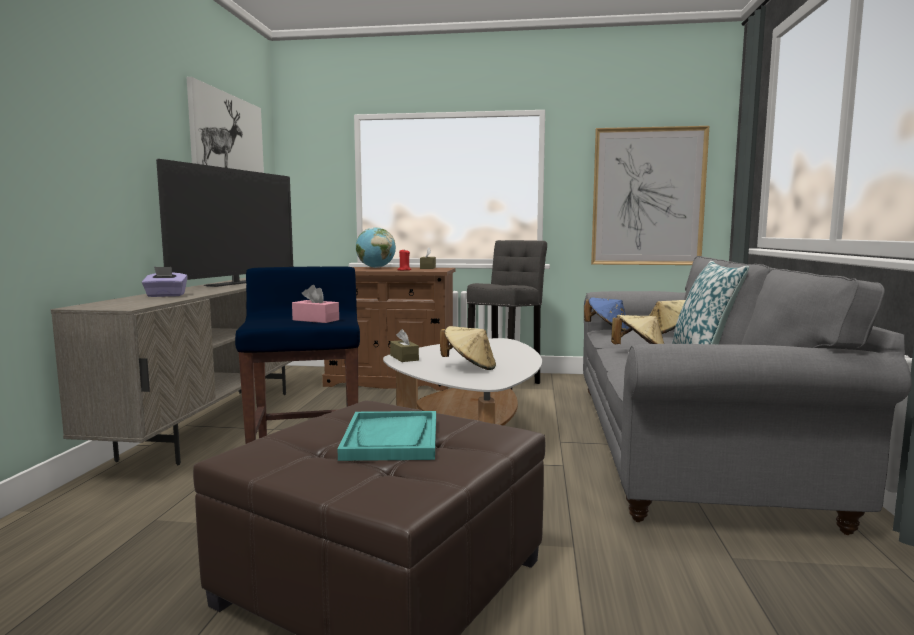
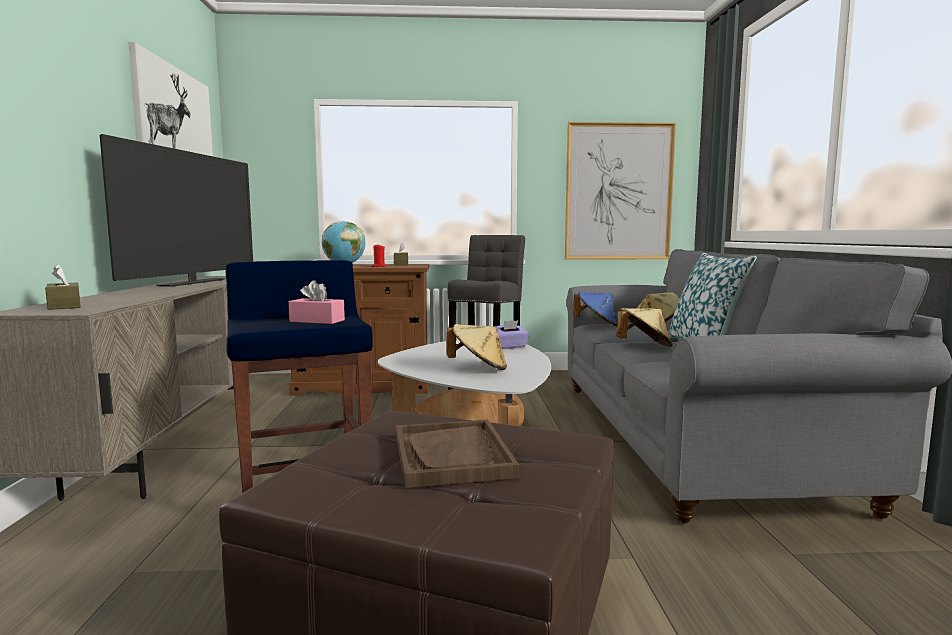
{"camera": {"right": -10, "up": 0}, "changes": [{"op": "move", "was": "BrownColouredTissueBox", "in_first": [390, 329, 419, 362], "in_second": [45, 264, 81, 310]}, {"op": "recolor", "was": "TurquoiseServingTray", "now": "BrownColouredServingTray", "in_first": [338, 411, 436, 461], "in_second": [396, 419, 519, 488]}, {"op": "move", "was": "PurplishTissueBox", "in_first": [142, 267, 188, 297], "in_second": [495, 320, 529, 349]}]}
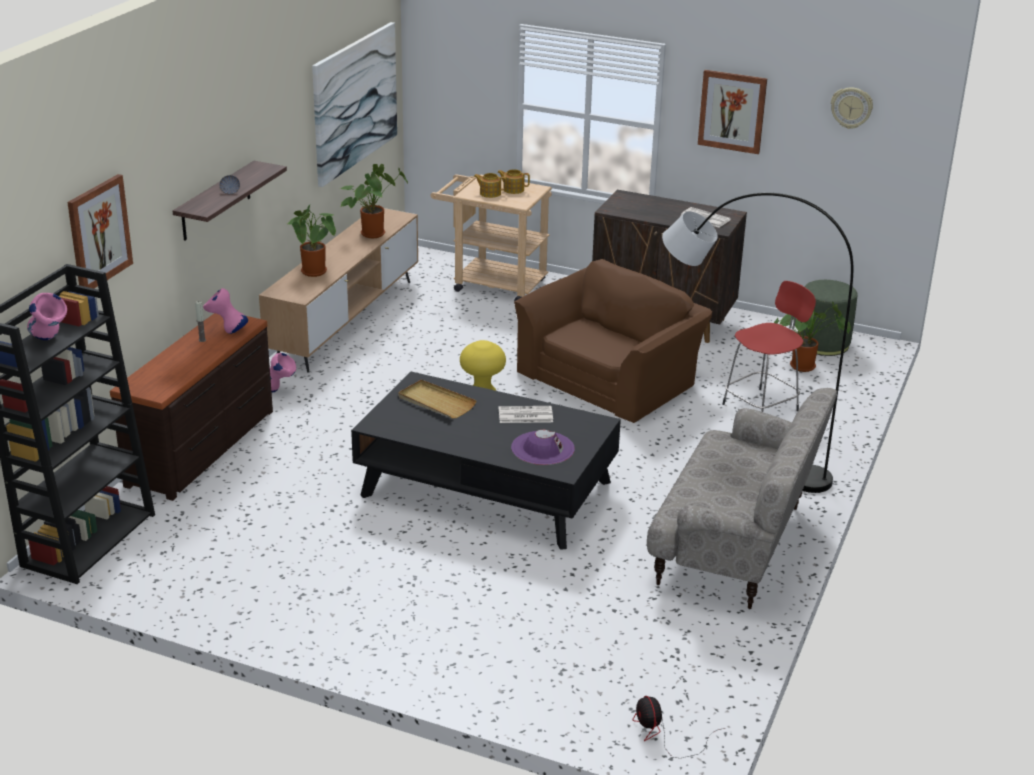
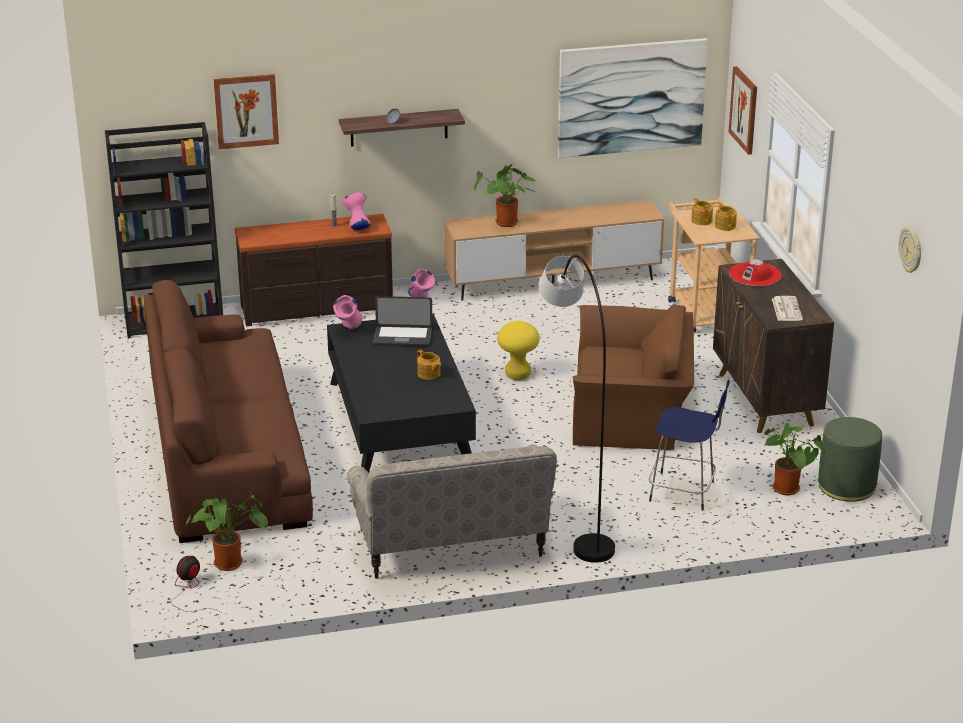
{"camera": {"right": 55, "up": 0}, "changes": [{"op": "insert", "now": "BrownColouredCouch", "in_second": [144, 280, 313, 543]}, {"op": "move", "was": "PottedPlant", "in_first": [340, 164, 408, 238], "in_second": [186, 492, 268, 571]}, {"op": "move", "was": "PinkishVase", "in_first": [27, 293, 67, 340], "in_second": [333, 295, 363, 329]}, {"op": "replace", "was": "BeigeColouredServingTray", "now": "Laptop", "in_first": [398, 380, 477, 419], "in_second": [373, 296, 433, 346]}, {"op": "replace", "was": "DailyPaper", "now": "TeaPot", "in_first": [499, 406, 553, 423], "in_second": [417, 350, 441, 380]}, {"op": "recolor", "was": "RedStool", "now": "BluishStool", "in_first": [722, 281, 816, 412], "in_second": [649, 380, 729, 511]}, {"op": "move", "was": "WallArt", "in_first": [698, 70, 767, 154], "in_second": [728, 66, 757, 155]}, {"op": "insert", "now": "RedHat", "in_second": [729, 259, 781, 286]}, {"op": "delete", "was": "PurplishHat", "in_first": [511, 430, 575, 465]}]}
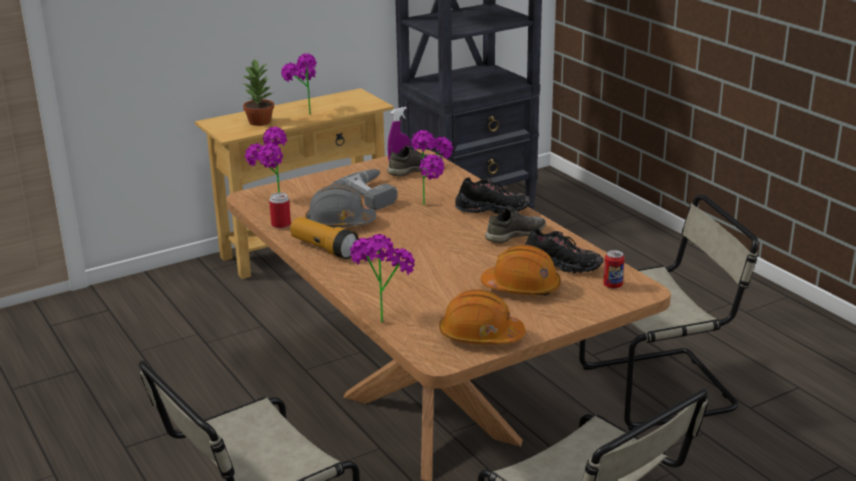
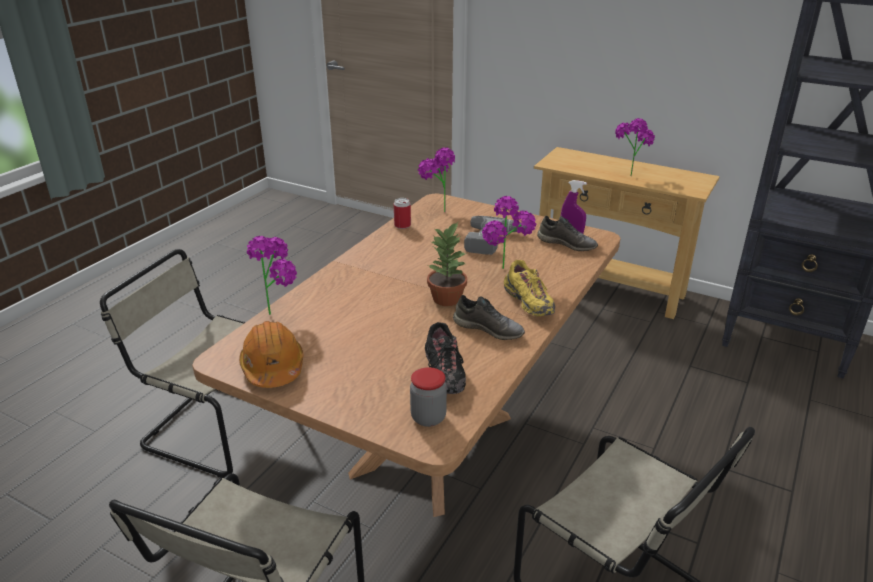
{"camera": {"right": 60, "up": 5}, "changes": [{"op": "replace", "was": "Can", "now": "PreserveJar", "in_first": [603, 250, 625, 289], "in_second": [410, 367, 447, 427]}, {"op": "move", "was": "PottedPlant", "in_first": [241, 59, 274, 126], "in_second": [427, 222, 467, 306]}, {"op": "recolor", "was": "BlackItemOfFootwear", "now": "YellowColouredItemOfFootwear", "in_first": [455, 178, 531, 214], "in_second": [504, 260, 555, 316]}, {"op": "delete", "was": "HandTorch", "in_first": [290, 217, 359, 259]}, {"op": "delete", "was": "GreySafetyHelmet", "in_first": [305, 184, 377, 227]}, {"op": "delete", "was": "OrangeySafetyHelmet", "in_first": [481, 245, 561, 296]}]}
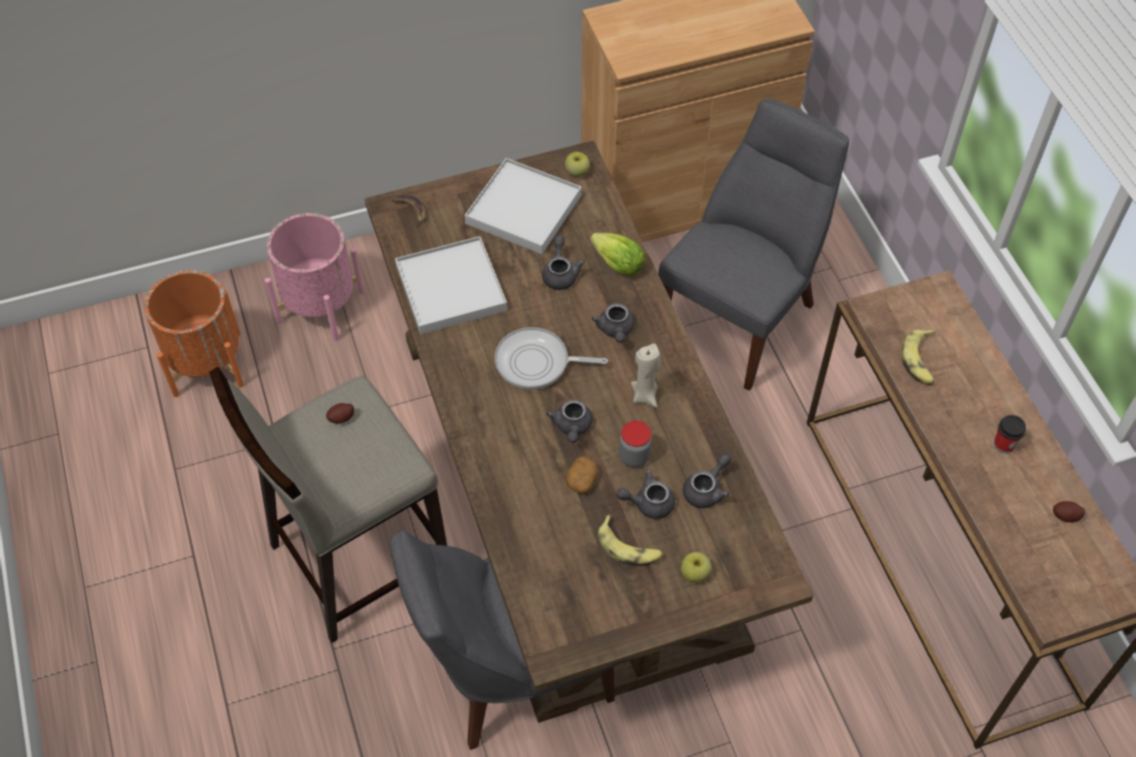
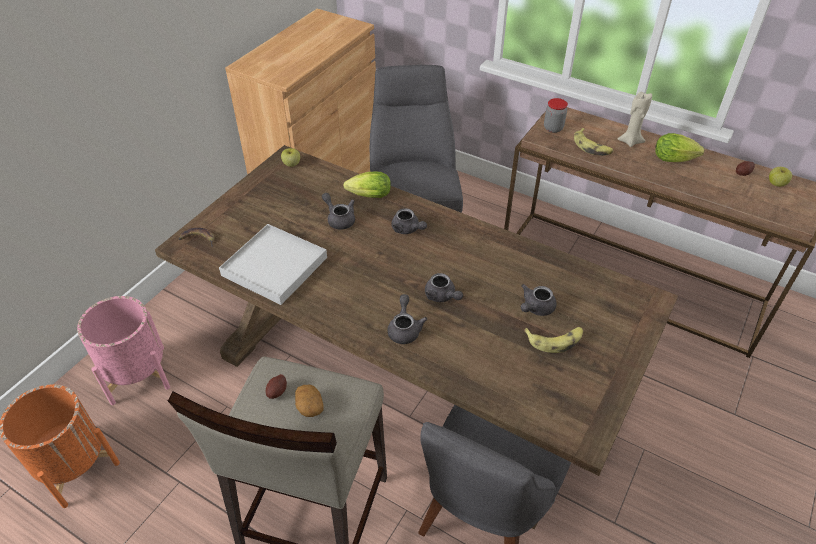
{"camera": {"right": -40, "up": -10}, "changes": [{"op": "move", "was": "Spud", "in_first": [567, 456, 597, 494], "in_second": [295, 385, 323, 417]}, {"op": "move", "was": "GreyTeaPot", "in_first": [683, 453, 731, 508], "in_second": [387, 294, 427, 344]}, {"op": "move", "was": "PreserveJar", "in_first": [619, 421, 652, 468], "in_second": [544, 98, 568, 133]}, {"op": "move", "was": "BeigeColouredCandle", "in_first": [631, 343, 661, 408], "in_second": [618, 91, 652, 147]}, {"op": "replace", "was": "Cup", "now": "LettuceHead", "in_first": [994, 415, 1026, 453], "in_second": [655, 133, 704, 162]}, {"op": "move", "was": "Apple", "in_first": [681, 552, 711, 582], "in_second": [769, 167, 792, 187]}, {"op": "delete", "was": "WhiteColouredServingTray", "in_first": [465, 158, 582, 254]}, {"op": "delete", "was": "FryingPan", "in_first": [495, 327, 608, 390]}]}
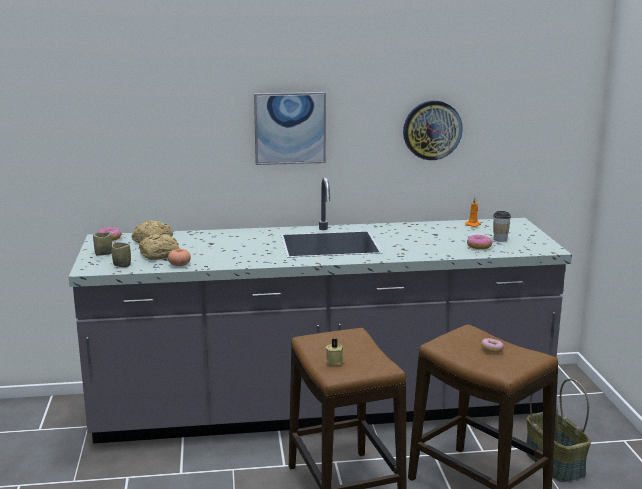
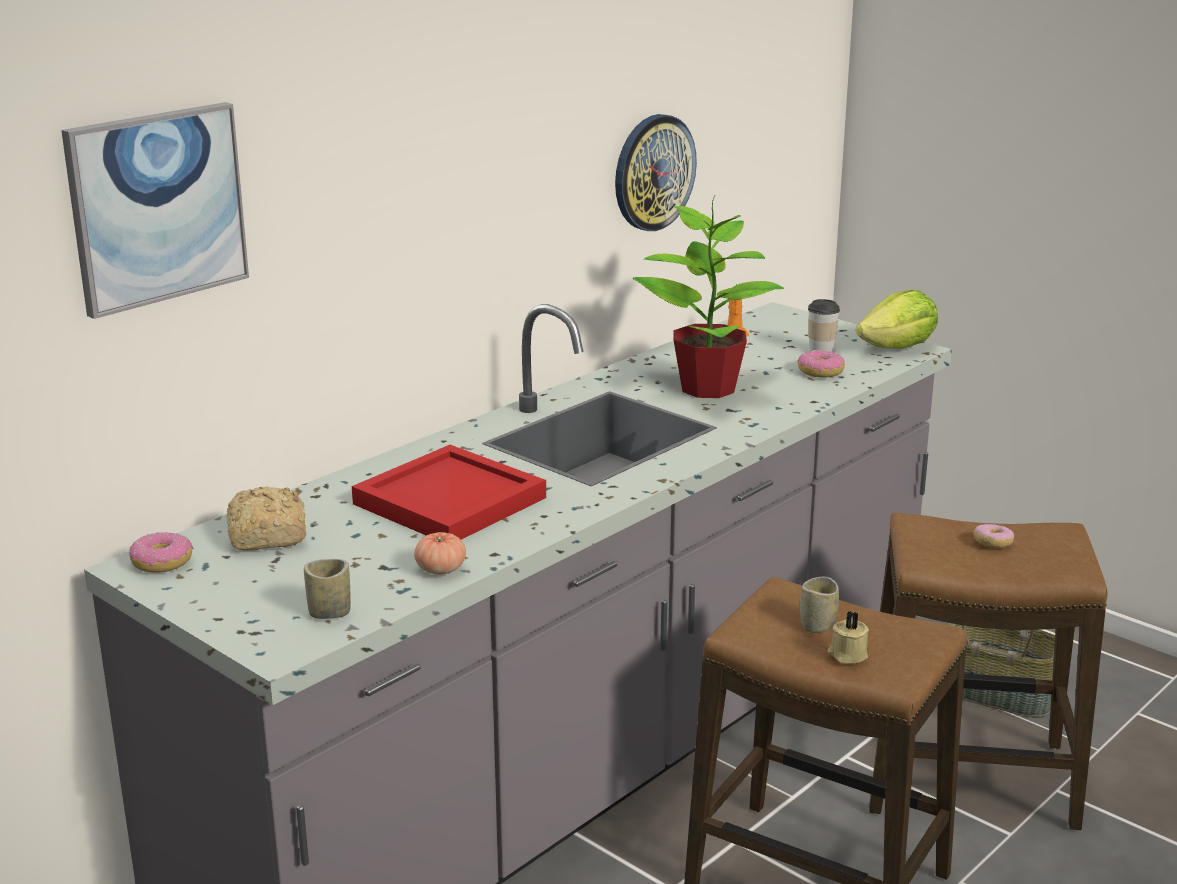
{"camera": {"right": -40, "up": 5}, "changes": [{"op": "move", "was": "WallArt", "in_first": [254, 92, 326, 165], "in_second": [61, 102, 249, 319]}, {"op": "insert", "now": "RedServingTray", "in_second": [352, 445, 546, 540]}, {"op": "insert", "now": "PottedPlant", "in_second": [633, 194, 784, 398]}, {"op": "move", "was": "Cup", "in_first": [93, 232, 112, 256], "in_second": [799, 577, 839, 633]}, {"op": "insert", "now": "LettuceHead", "in_second": [856, 290, 938, 349]}, {"op": "delete", "was": "BakeryBread", "in_first": [139, 233, 179, 260]}]}
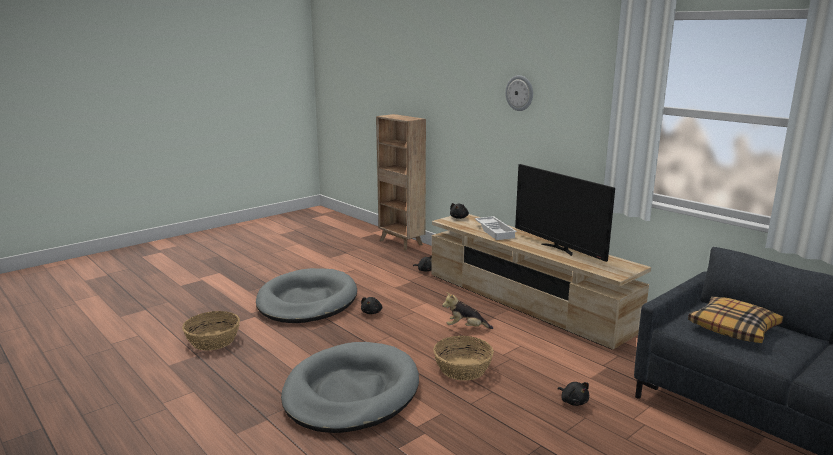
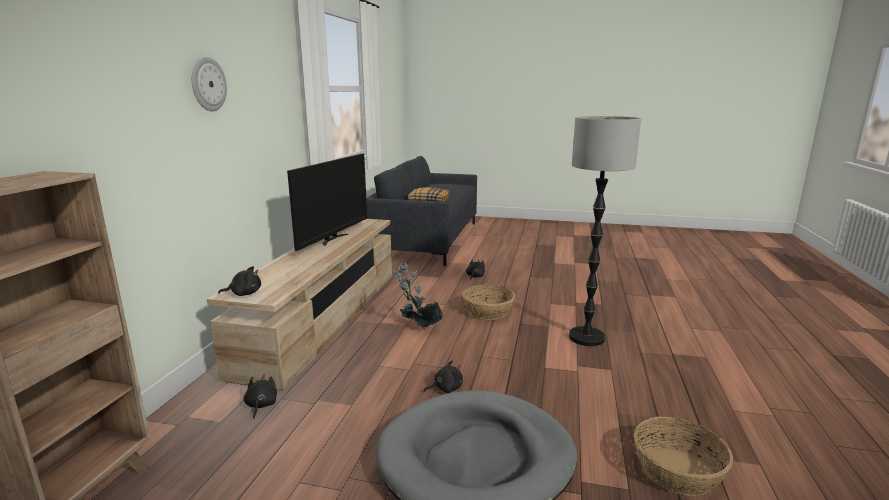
{"camera": {"right": -125, "up": 0}, "changes": [{"op": "replace", "was": "CuddlyToy", "now": "PottedPlant", "in_first": [442, 292, 493, 329], "in_second": [393, 262, 443, 327]}, {"op": "replace", "was": "GreyDogBed", "now": "FloorLamp", "in_first": [281, 342, 419, 433], "in_second": [569, 116, 641, 346]}, {"op": "delete", "was": "WhiteColouredServingTray", "in_first": [475, 216, 517, 240]}]}
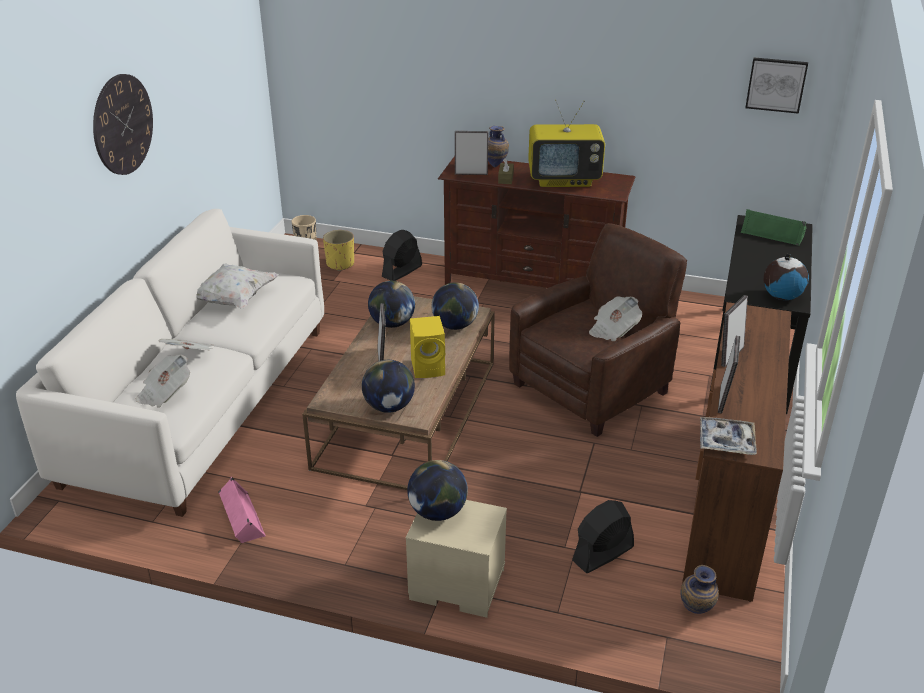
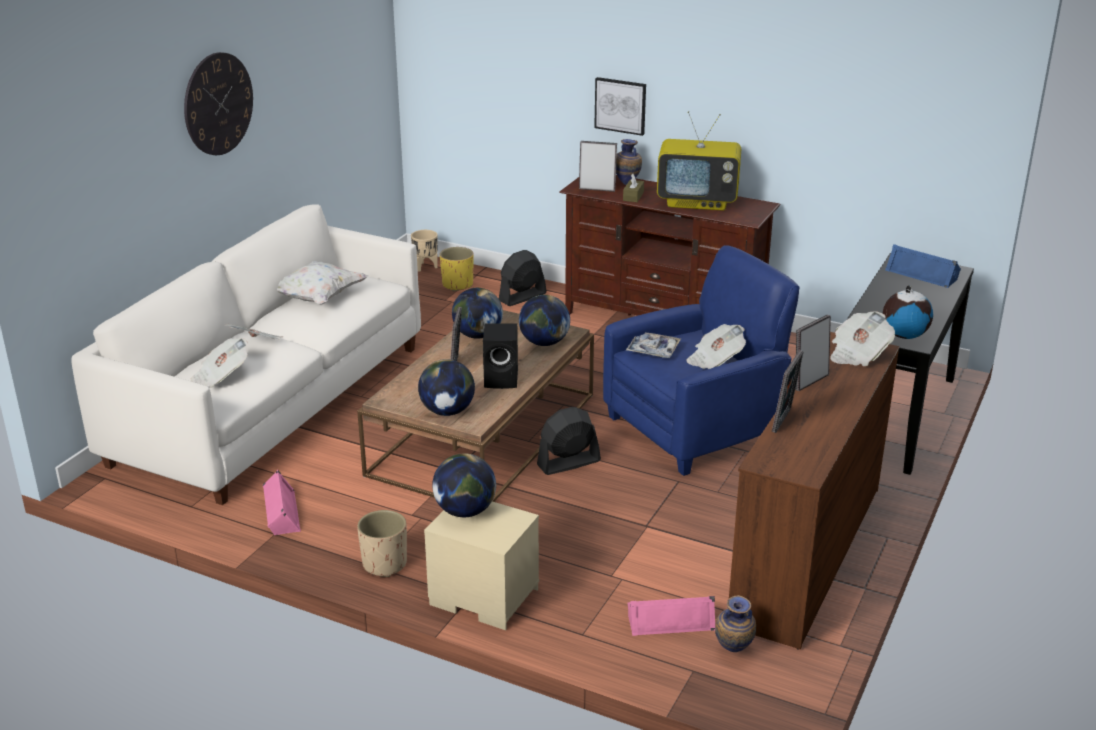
{"camera": {"right": 10, "up": -5}, "changes": [{"op": "insert", "now": "BeigeColouredPlanter", "in_second": [357, 510, 407, 577]}, {"op": "recolor", "was": "YellowColouredAudioSpeaker", "now": "BlackAudioSpeaker", "in_first": [410, 316, 445, 378], "in_second": [483, 323, 518, 389]}, {"op": "move", "was": "BlackCoolingFan", "in_first": [572, 500, 634, 573], "in_second": [537, 407, 601, 475]}, {"op": "move", "was": "WallArt", "in_first": [745, 57, 808, 114], "in_second": [594, 77, 646, 136]}, {"op": "recolor", "was": "BrownColouredLoungeChair", "now": "BluishLoungeChair", "in_first": [509, 223, 687, 437], "in_second": [603, 245, 800, 476]}, {"op": "move", "was": "ServingTray", "in_first": [700, 417, 757, 455], "in_second": [626, 333, 681, 358]}, {"op": "insert", "now": "PinkishAudioSpeaker", "in_second": [628, 596, 715, 636]}, {"op": "insert", "now": "DailyPaper", "in_second": [830, 311, 895, 366]}, {"op": "recolor", "was": "GreenAudioSpeaker", "now": "BluishAudioSpeaker", "in_first": [741, 209, 807, 246], "in_second": [885, 244, 961, 288]}]}
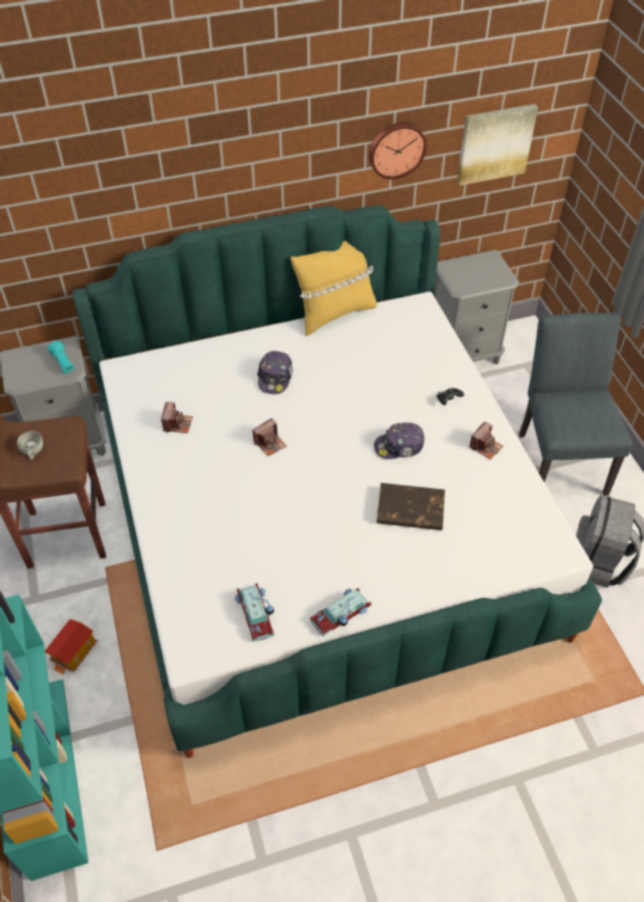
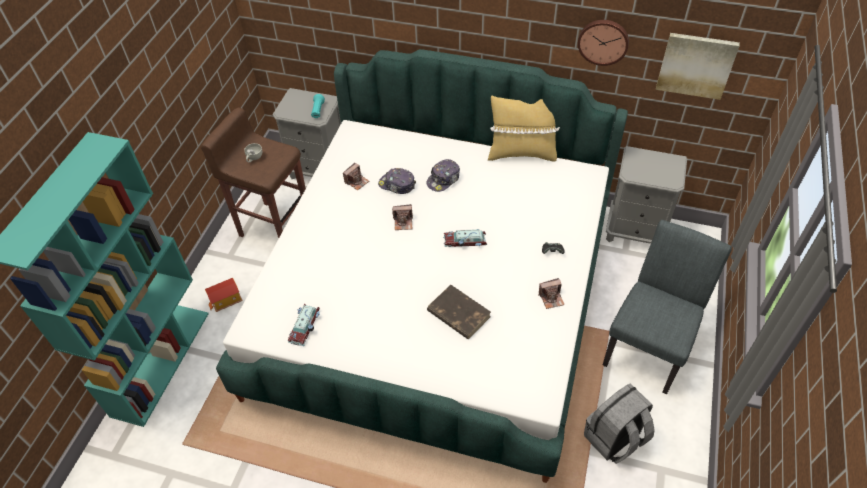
{"camera": {"right": 35, "up": 0}, "changes": [{"op": "move", "was": "Cap", "in_first": [374, 422, 424, 459], "in_second": [378, 168, 416, 194]}, {"op": "move", "was": "ModelCar", "in_first": [310, 588, 372, 637], "in_second": [443, 229, 487, 247]}]}
